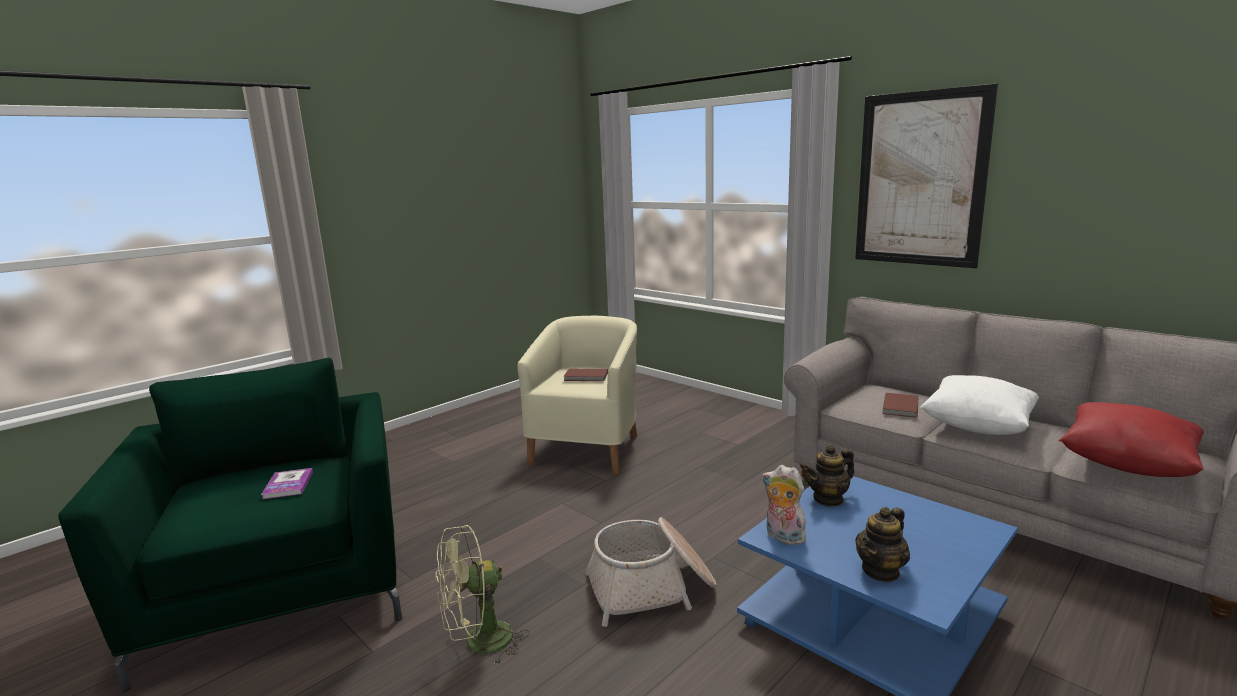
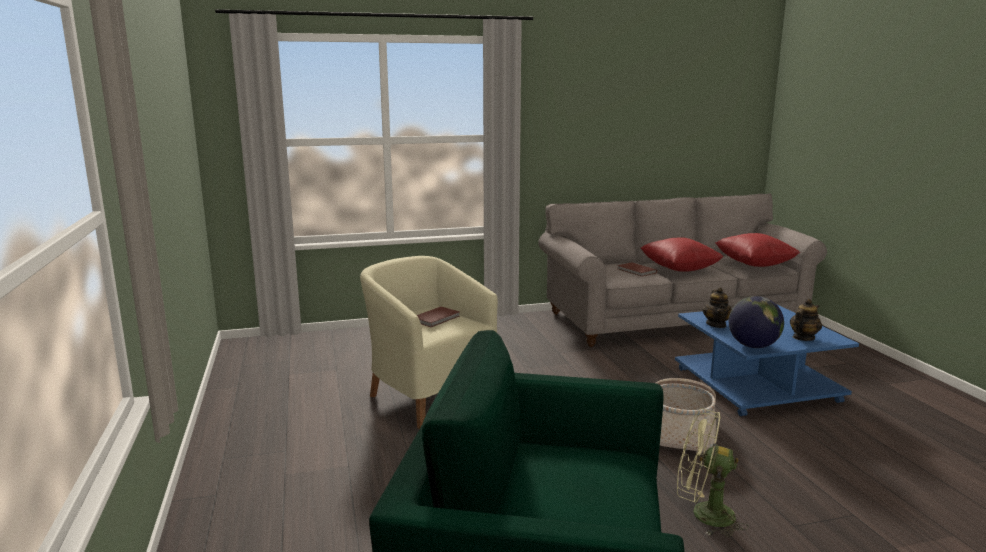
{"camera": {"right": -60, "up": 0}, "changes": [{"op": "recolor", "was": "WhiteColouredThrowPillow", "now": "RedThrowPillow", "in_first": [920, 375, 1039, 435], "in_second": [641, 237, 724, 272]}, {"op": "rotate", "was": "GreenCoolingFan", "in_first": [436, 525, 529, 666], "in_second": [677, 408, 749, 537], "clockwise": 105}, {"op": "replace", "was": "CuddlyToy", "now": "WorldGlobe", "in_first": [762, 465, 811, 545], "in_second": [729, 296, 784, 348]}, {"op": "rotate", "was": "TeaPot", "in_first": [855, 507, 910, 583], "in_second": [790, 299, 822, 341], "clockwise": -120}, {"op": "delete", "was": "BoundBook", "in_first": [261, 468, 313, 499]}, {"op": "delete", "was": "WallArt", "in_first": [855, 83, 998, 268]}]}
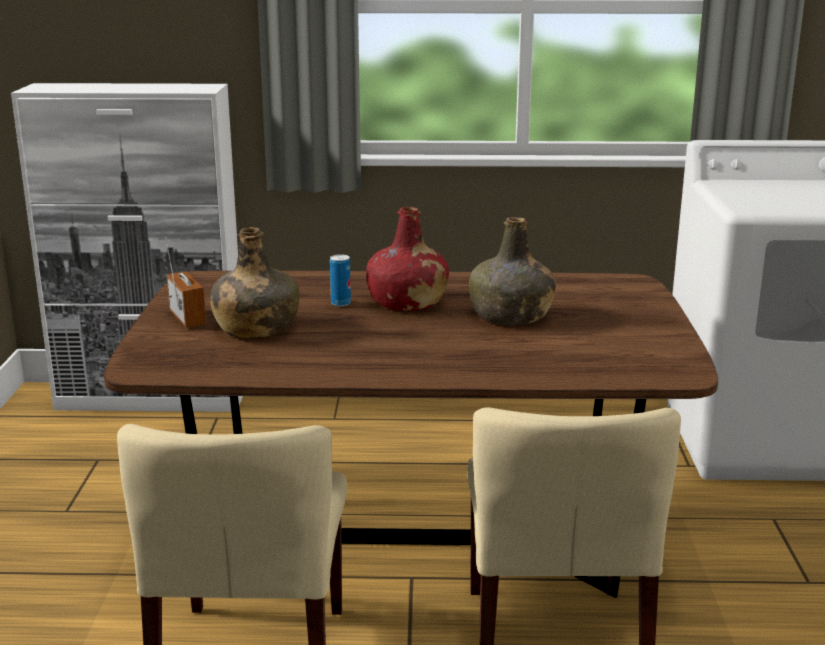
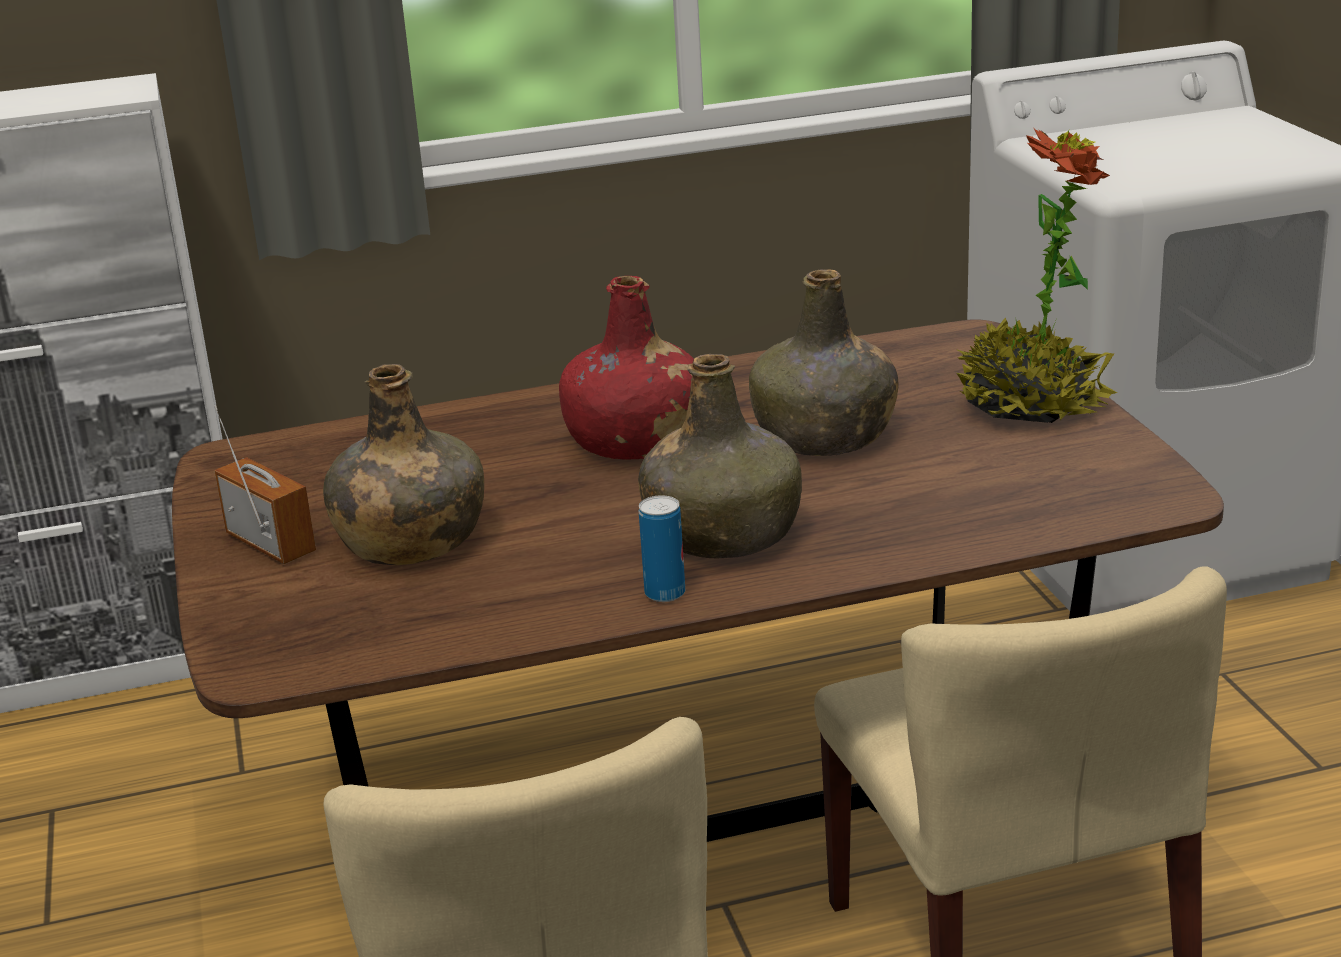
{"camera": {"right": -15, "up": 5}, "changes": [{"op": "insert", "now": "GreenDrinkBottle", "in_second": [638, 354, 802, 558]}, {"op": "move", "was": "Can", "in_first": [330, 254, 351, 306], "in_second": [639, 495, 685, 602]}, {"op": "insert", "now": "PottedPlant", "in_second": [957, 128, 1117, 423]}]}
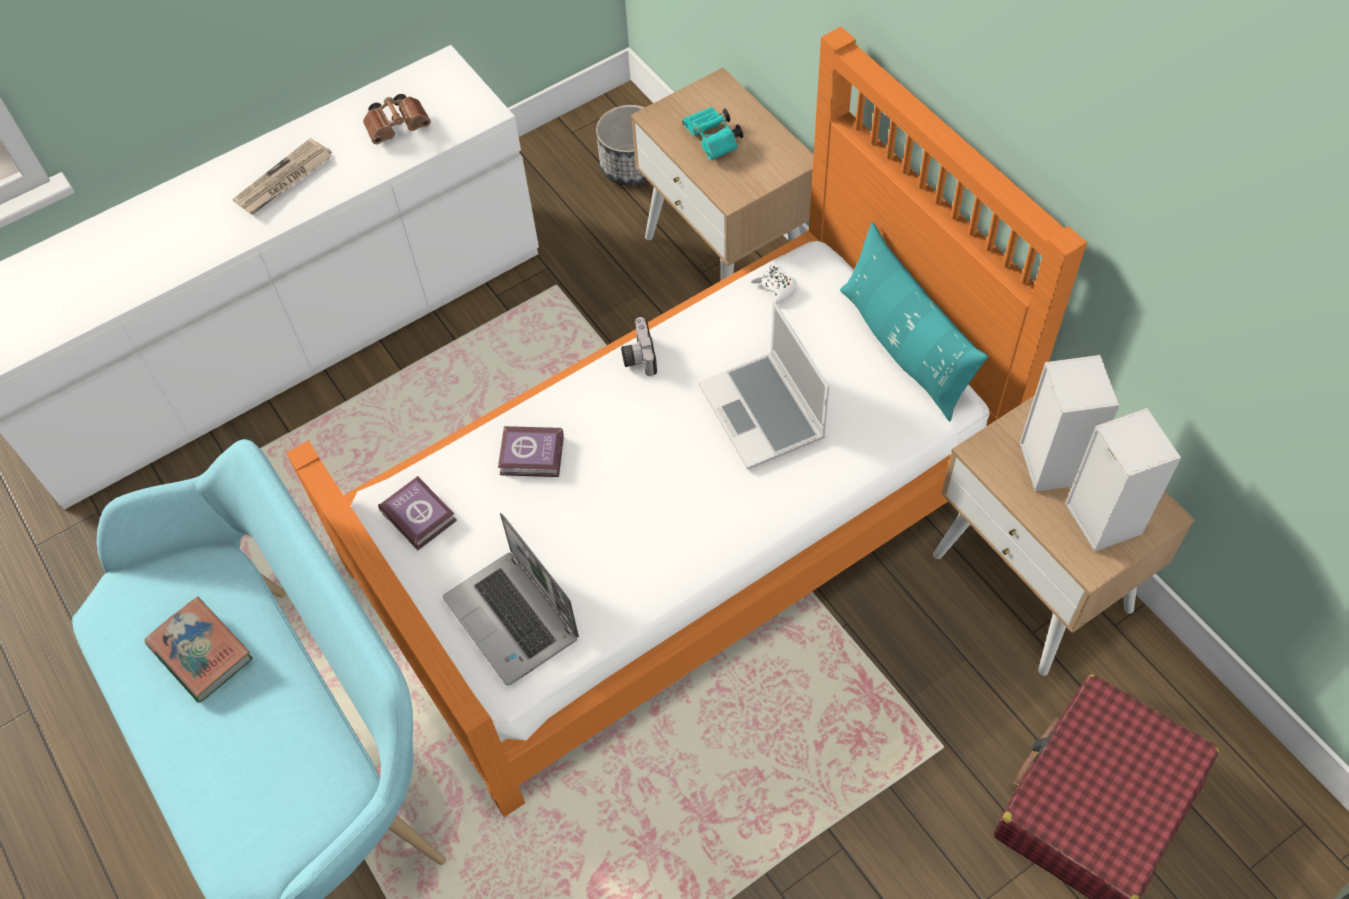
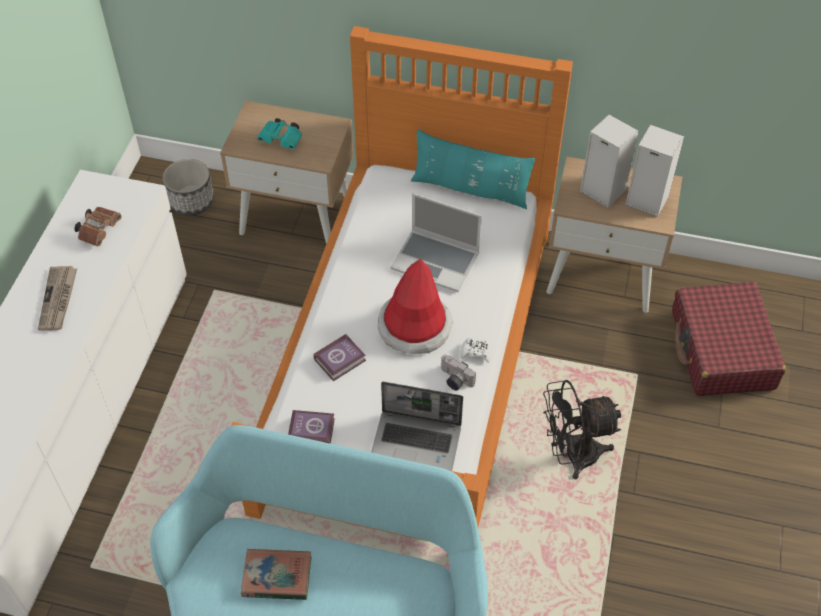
{"camera": {"right": -45, "up": -5}, "changes": [{"op": "insert", "now": "Hat", "in_second": [378, 259, 453, 354]}, {"op": "move", "was": "StillCamera", "in_first": [621, 317, 657, 376], "in_second": [441, 355, 476, 391]}, {"op": "move", "was": "WhiteColouredJoypad", "in_first": [751, 265, 797, 304], "in_second": [460, 338, 492, 363]}, {"op": "insert", "now": "BlackCoolingFan", "in_second": [543, 380, 621, 479]}]}
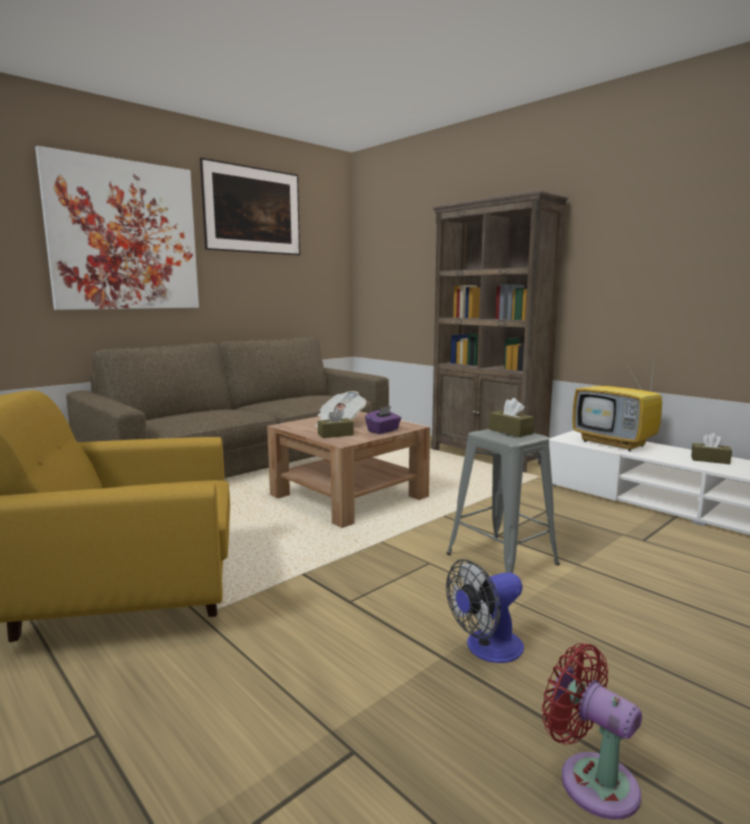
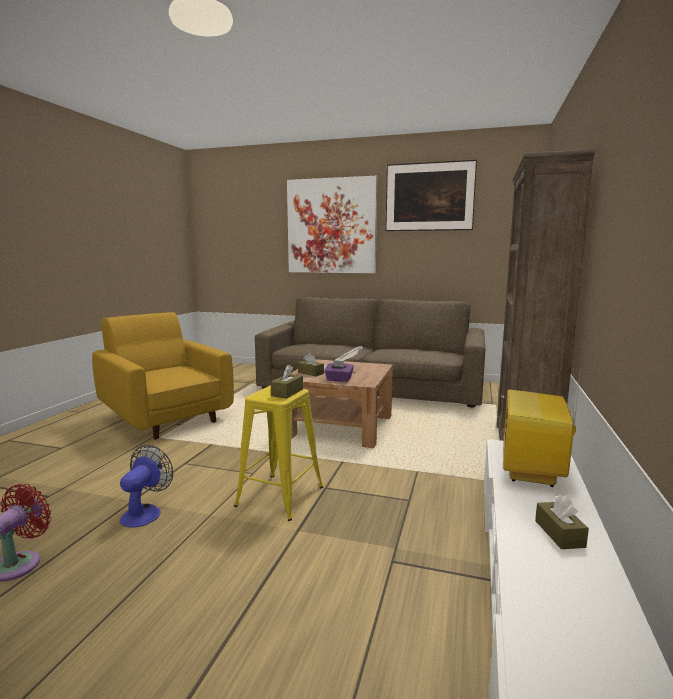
{"camera": {"right": 60, "up": 0}, "changes": [{"op": "rotate", "was": "CoolingFan", "in_first": [446, 559, 524, 663], "in_second": [120, 445, 173, 527], "clockwise": 75}, {"op": "recolor", "was": "GreyStool", "now": "YellowColouredStool", "in_first": [446, 429, 560, 573], "in_second": [234, 385, 323, 521]}]}
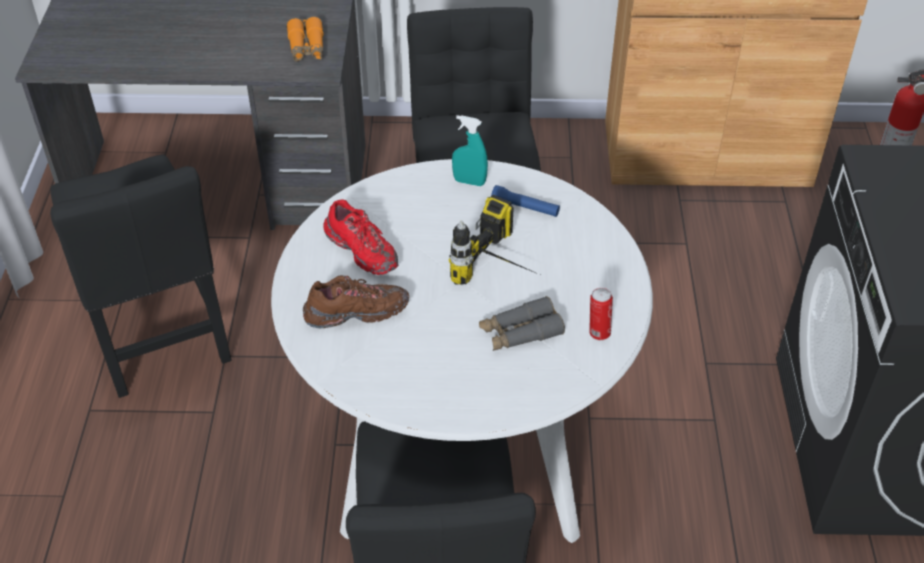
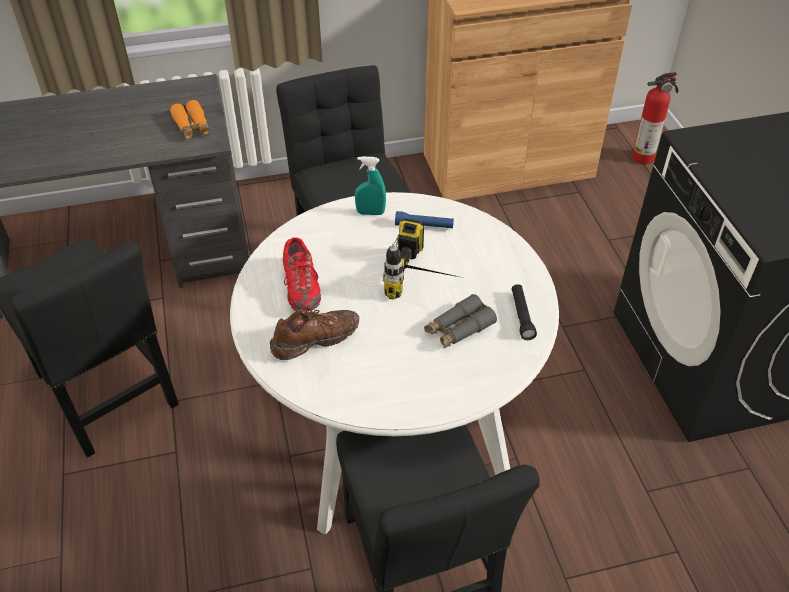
{"camera": {"right": -15, "up": 0}, "changes": [{"op": "rotate", "was": "RedItemOfFootwear", "in_first": [323, 199, 398, 275], "in_second": [283, 237, 321, 312], "clockwise": 45}, {"op": "replace", "was": "Can", "now": "BlackHandTorch", "in_first": [589, 288, 613, 340], "in_second": [512, 284, 537, 340]}]}
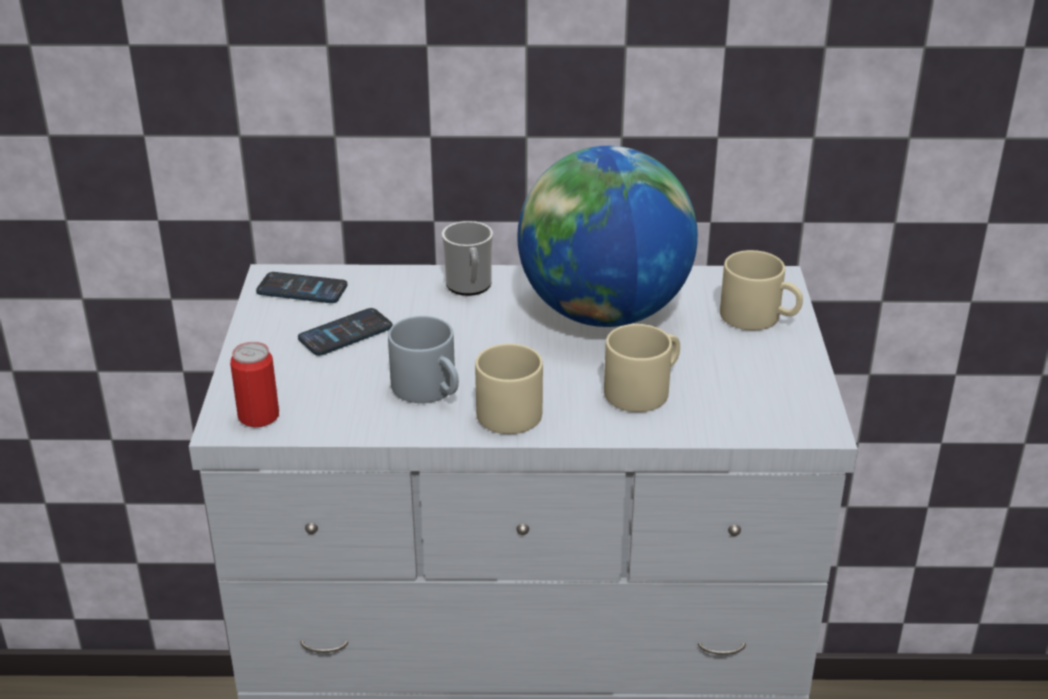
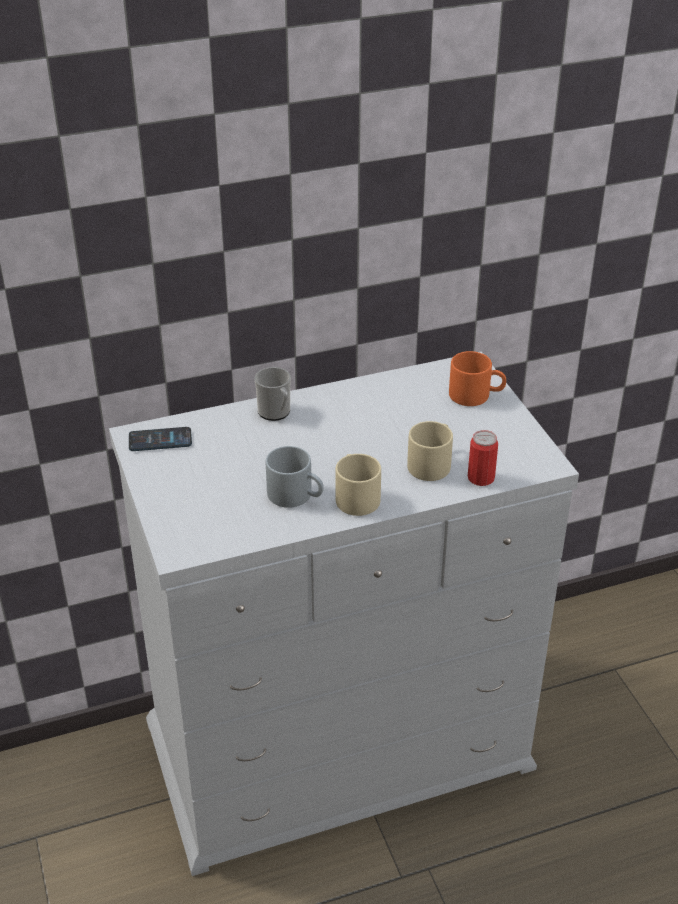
{"camera": {"right": -20, "up": 5}, "changes": [{"op": "recolor", "was": "BeigeColouredCoffeeMug", "now": "OrangeyCoffeeMug", "in_first": [720, 250, 803, 330], "in_second": [449, 351, 506, 406]}, {"op": "move", "was": "Can", "in_first": [230, 342, 279, 427], "in_second": [468, 430, 498, 486]}, {"op": "delete", "was": "Handset", "in_first": [298, 308, 393, 356]}, {"op": "delete", "was": "WorldGlobe", "in_first": [517, 146, 698, 327]}]}
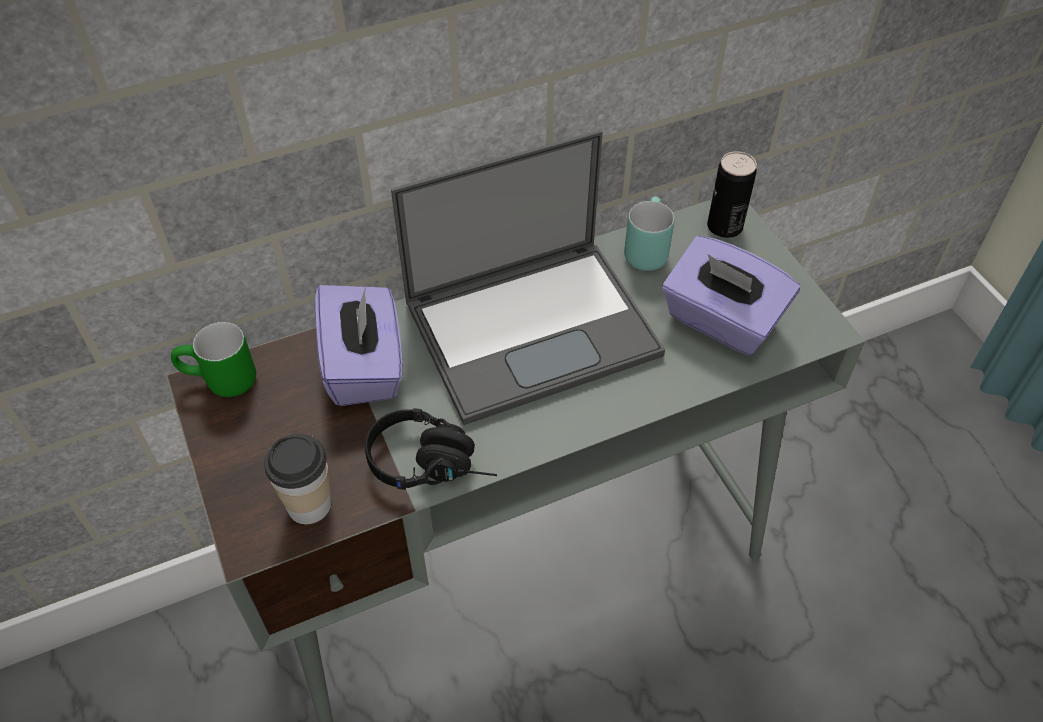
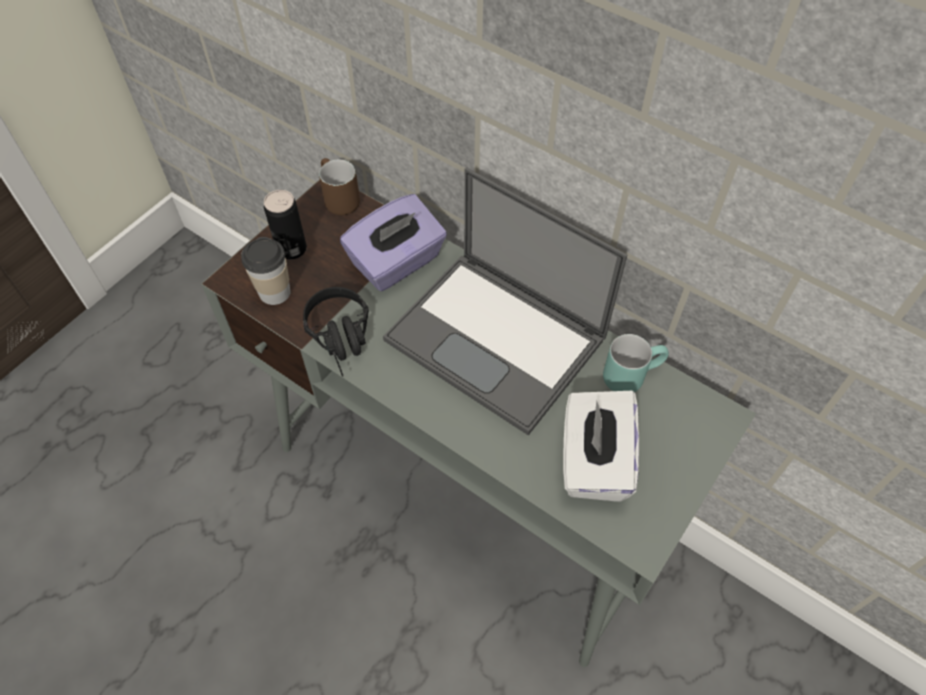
{"camera": {"right": 60, "up": 5}, "changes": [{"op": "move", "was": "Can", "in_first": [707, 151, 757, 238], "in_second": [264, 190, 307, 260]}, {"op": "recolor", "was": "GreenCoffeeMug", "now": "BrownColouredCoffeeMug", "in_first": [171, 322, 256, 397], "in_second": [319, 158, 360, 215]}, {"op": "recolor", "was": "PurplishTissueBox", "now": "WhiteColouredTissueBox", "in_first": [662, 236, 800, 355], "in_second": [563, 391, 639, 502]}]}
